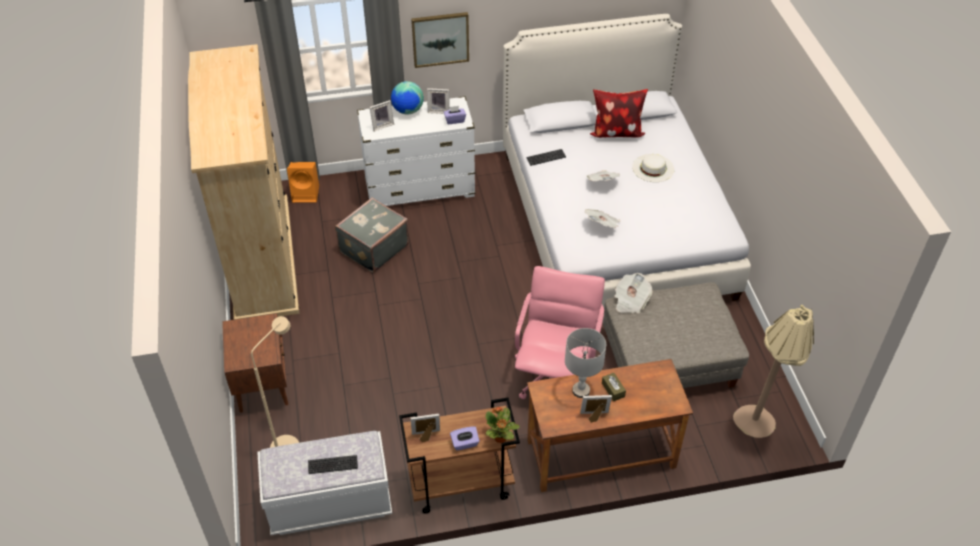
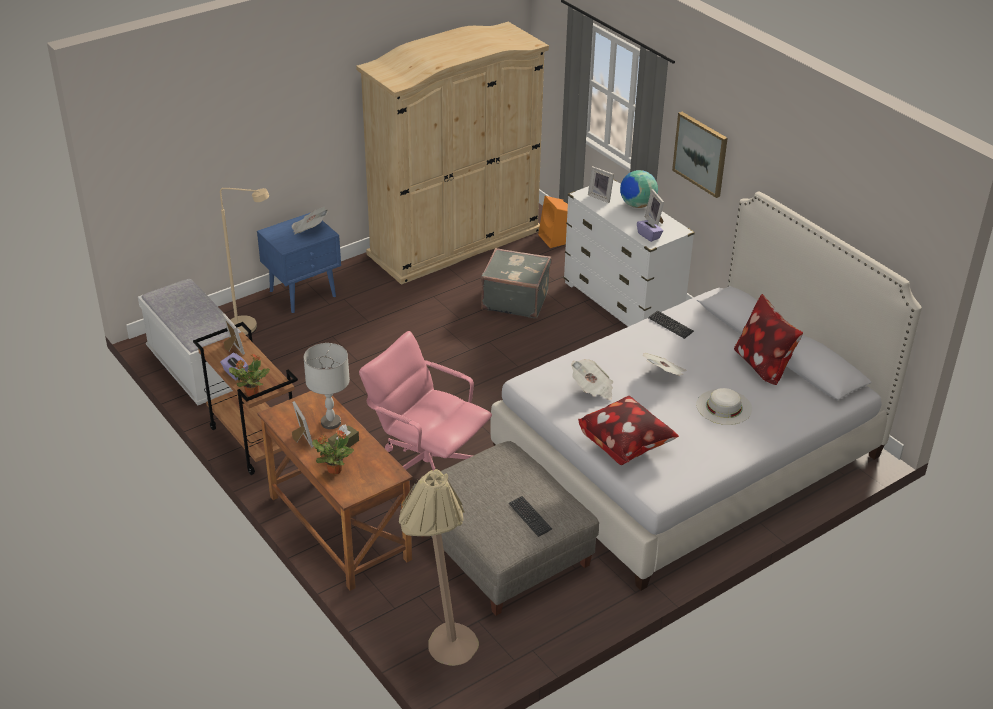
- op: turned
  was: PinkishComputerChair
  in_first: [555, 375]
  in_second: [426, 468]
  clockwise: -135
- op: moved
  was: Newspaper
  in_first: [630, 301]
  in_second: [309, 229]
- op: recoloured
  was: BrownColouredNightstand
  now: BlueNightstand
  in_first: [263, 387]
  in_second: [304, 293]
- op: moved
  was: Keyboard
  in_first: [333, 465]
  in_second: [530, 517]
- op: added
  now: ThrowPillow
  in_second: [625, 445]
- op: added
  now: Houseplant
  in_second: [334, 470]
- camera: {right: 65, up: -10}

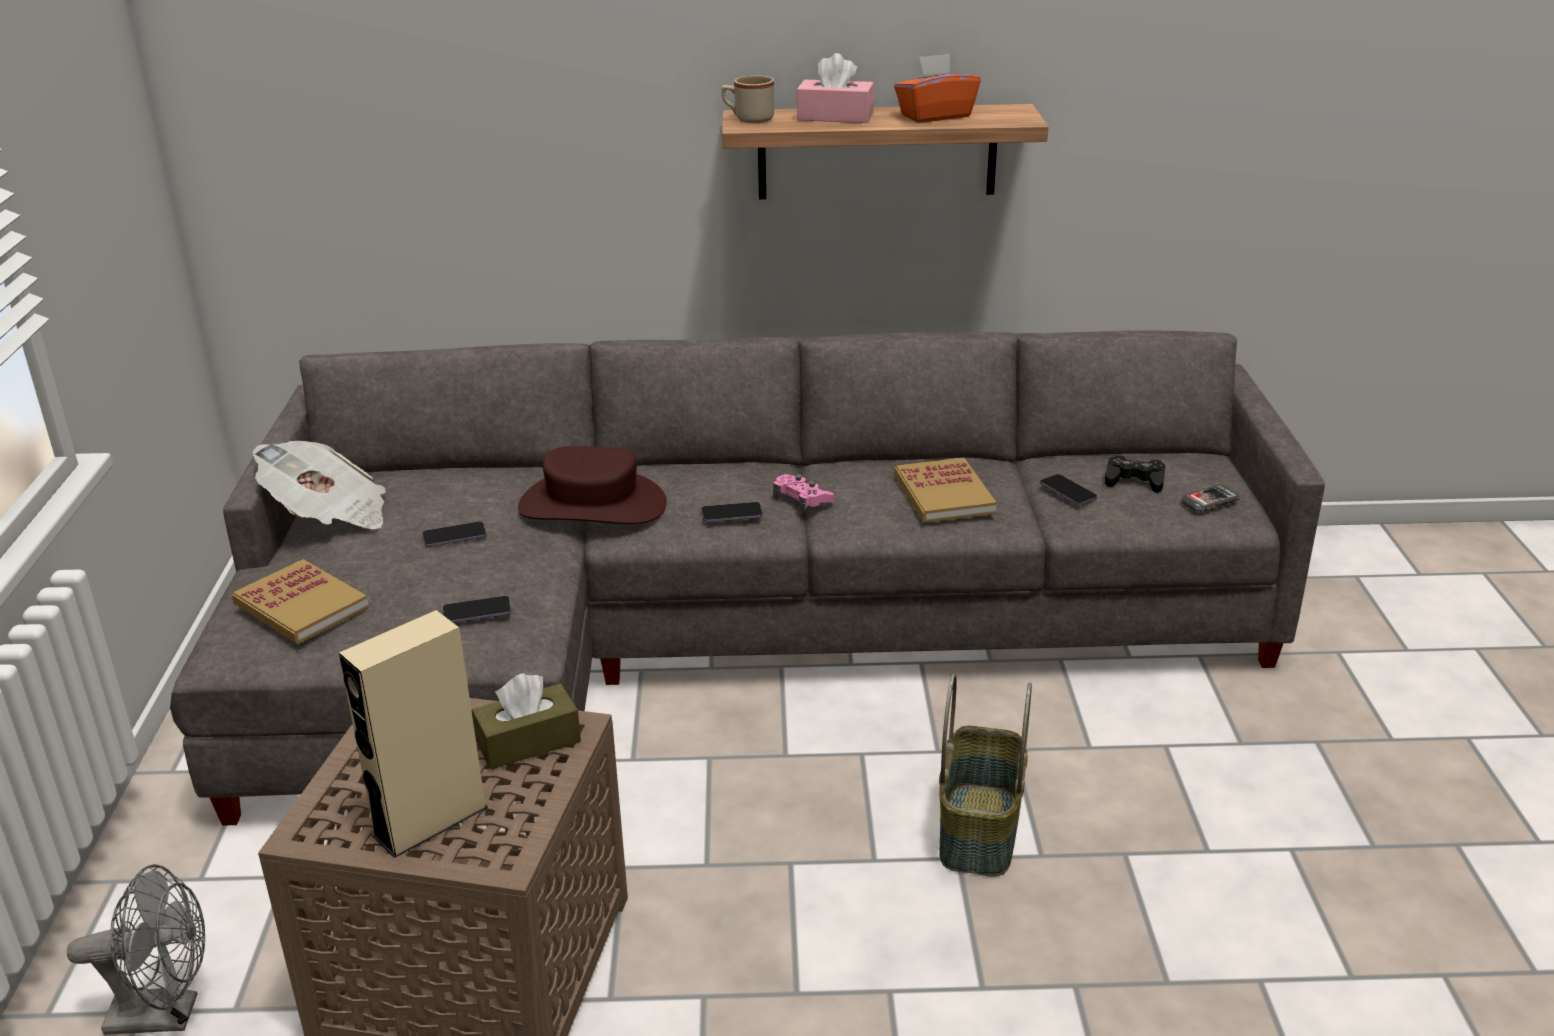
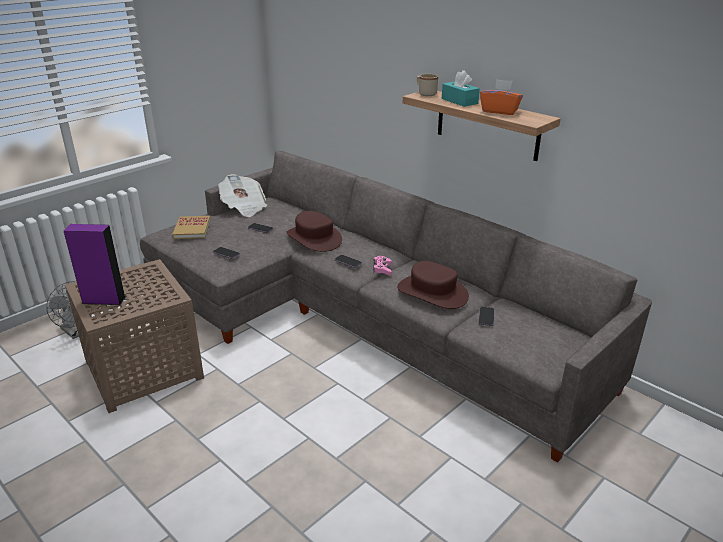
- op: recoloured
  was: PinkishBoxOfTissues
  now: BlueGreenBoxOfTissues
  in_first: [835, 116]
  in_second: [459, 101]
- op: removed
  was: BlackishGamepad
  in_first: [1134, 480]
- op: replaced
  was: Book
  now: BrownColouredClothingHat
  in_first: [943, 494]
  in_second: [432, 292]
- op: removed
  was: Telephone
  in_first: [1210, 500]
- op: recoloured
  was: SandColouredSpeaker
  now: PurpleColouredSpeaker
  in_first: [430, 821]
  in_second: [103, 300]
- op: removed
  was: BrownColouredBoxOfTissues
  in_first: [528, 742]
- op: removed
  was: HouseholdBasket
  in_first: [981, 831]
- camera: {right: 45, up: 0}

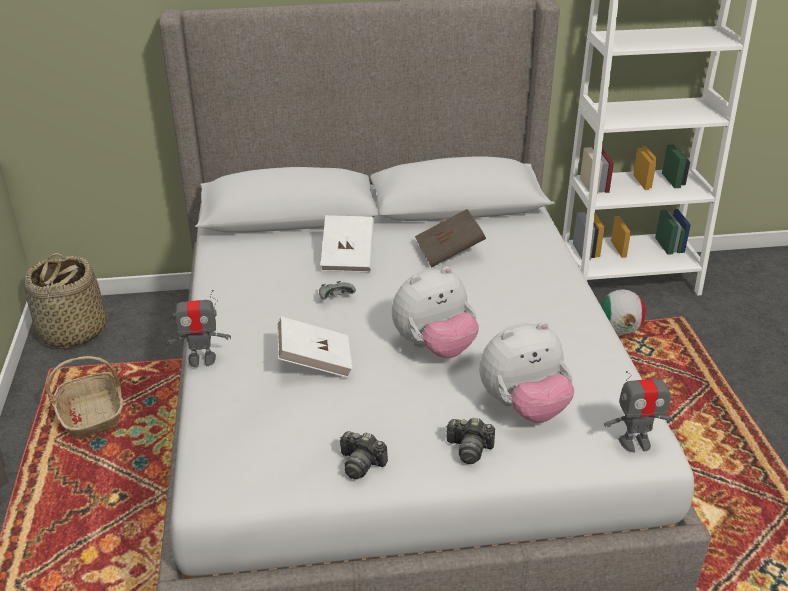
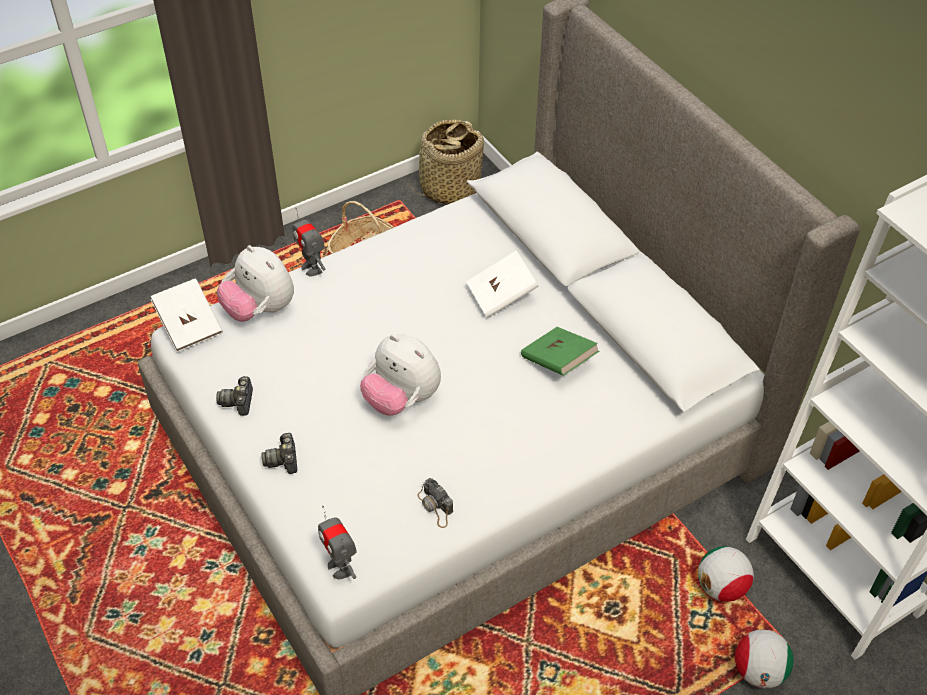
- op: recoloured
  was: BrownColouredBook
  now: GreenColouredBook
  in_first: [449, 252]
  in_second: [558, 362]
- op: removed
  was: GrayGamepad
  in_first: [336, 298]
- op: moved
  was: WhitishBook
  in_first: [315, 362]
  in_second: [189, 326]
- op: moved
  was: CuddlyToy
  in_first: [523, 407]
  in_second: [260, 309]
- op: added
  now: PhotoCamera
  in_second: [436, 507]
- op: added
  now: Football
  in_second: [758, 671]
- camera: {right: 65, up: 15}

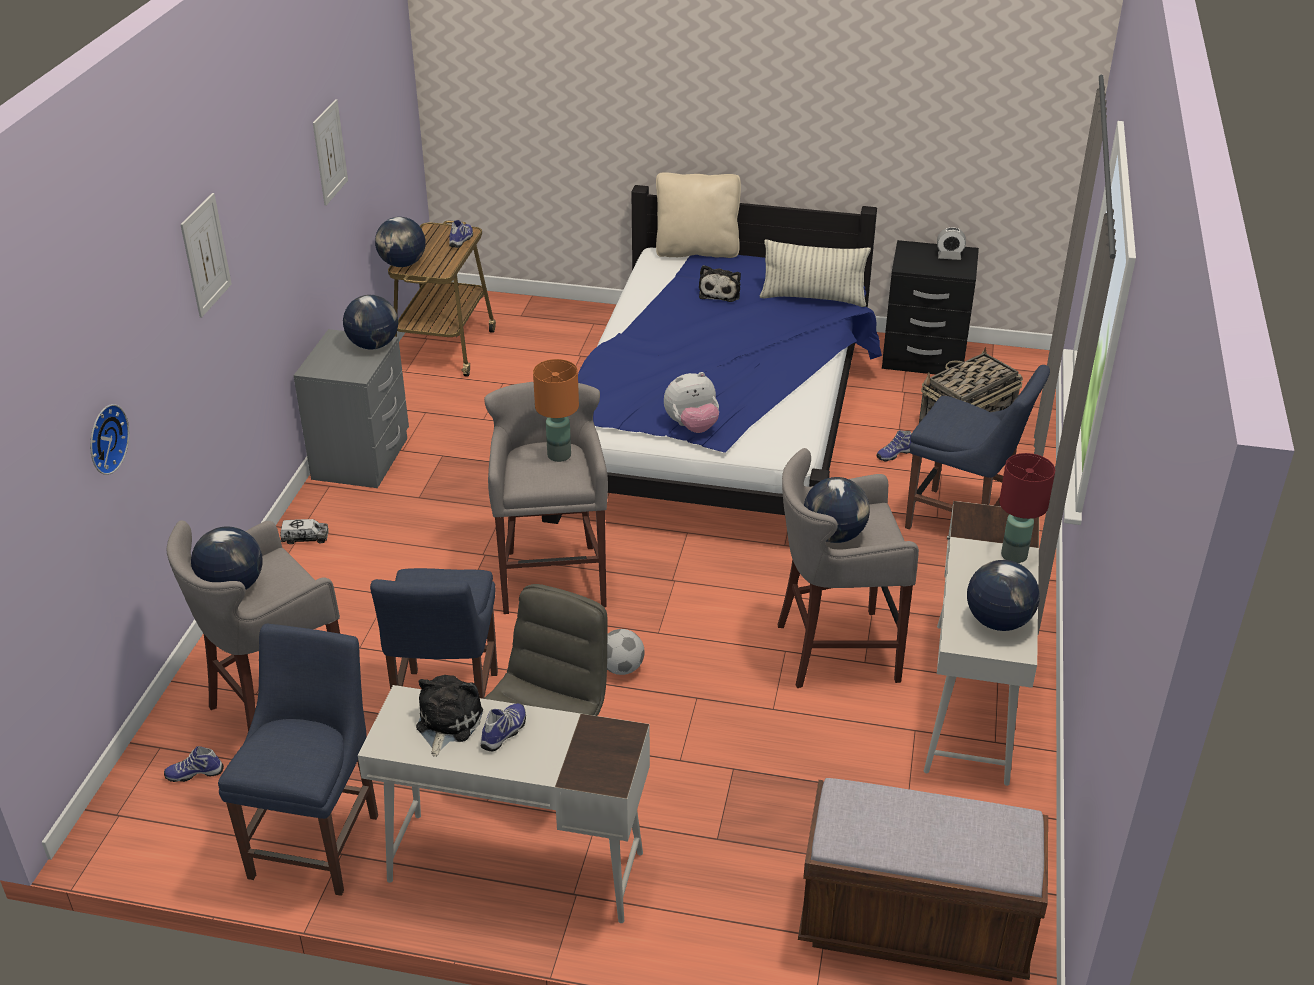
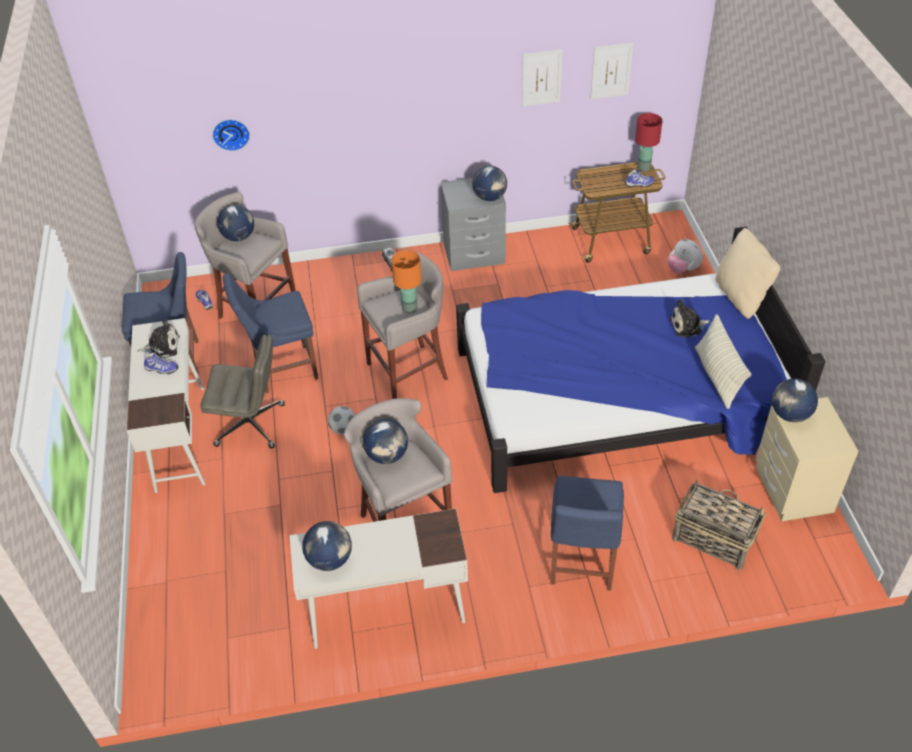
- op: moved
  was: WallPicture
  in_first: [205, 255]
  in_second: [611, 70]
- op: moved
  was: DeskGlobe
  in_first: [402, 264]
  in_second: [789, 414]
- op: removed
  was: BedsideClock
  in_first: [949, 256]
- op: recoloured
  was: BlackishNightstand
  now: SandColouredNightstand
  in_first: [923, 358]
  in_second: [792, 490]
- op: moved
  was: CuddlyToy
  in_first: [692, 426]
  in_second: [683, 269]
- op: removed
  was: LowShoe
  in_first: [894, 454]
- op: moved
  was: ReddishTableLamp
  in_first: [1013, 555]
  in_second: [644, 167]
- op: removed
  was: BrownColouredLongSeat
  in_first: [914, 925]
- camera: {right: 70, up: 10}

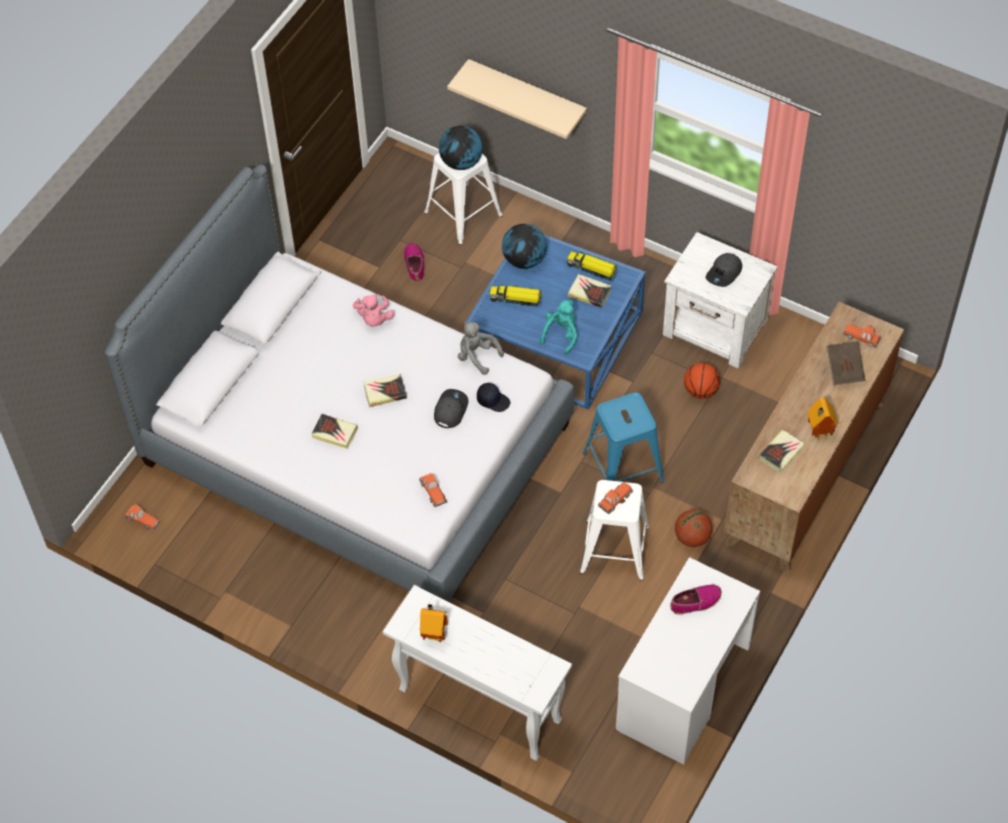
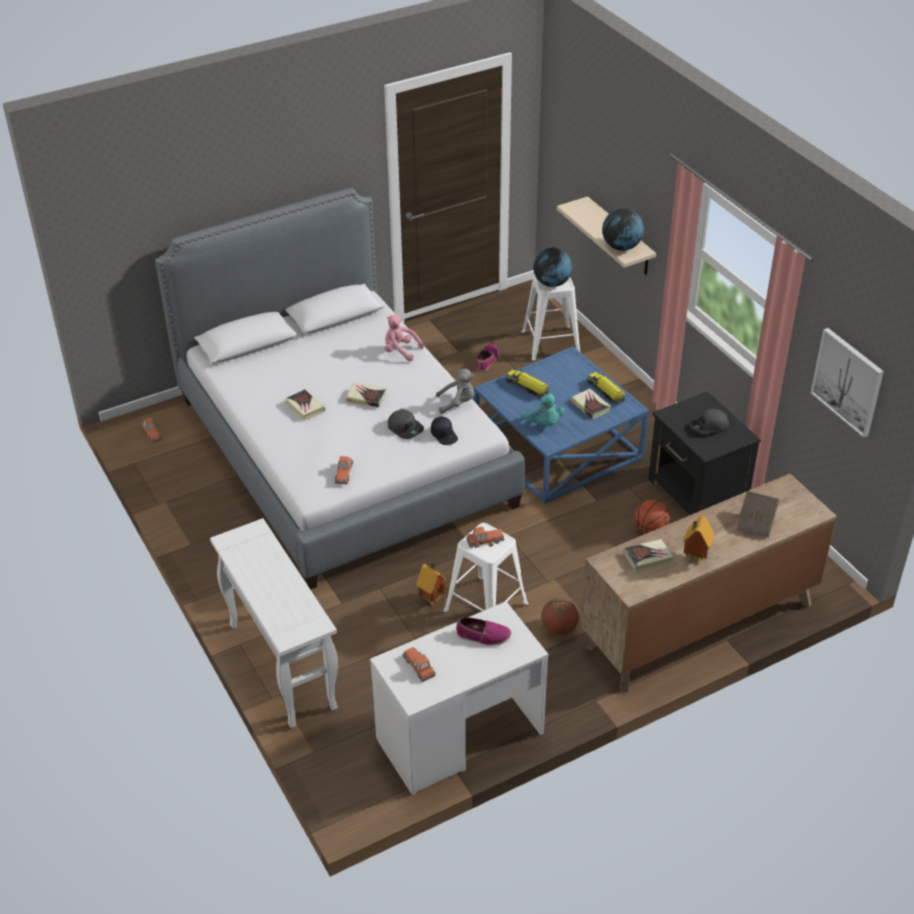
- op: moved
  was: DeskGlobe
  in_first: [524, 260]
  in_second: [621, 247]
- op: recoloured
  was: WhitishNightstand
  now: BlackishNightstand
  in_first: [715, 329]
  in_second: [697, 493]
- op: turned
  was: PinkishCuddlyToy
  in_first: [374, 318]
  in_second: [400, 351]
  clockwise: 90
- op: turned
  was: BlueGreenCuddlyToy
  in_first: [561, 335]
  in_second: [544, 423]
  clockwise: 90
- op: turned
  was: GrayCuddlyToy
  in_first: [477, 356]
  in_second: [457, 403]
  clockwise: 105
- op: moved
  was: ToyCar
  in_first: [862, 337]
  in_second: [419, 666]
- op: turned
  was: GrayBaseballCap
  in_first: [450, 410]
  in_second: [405, 428]
  clockwise: 90
- op: removed
  was: BlueStoolSeat
  in_first: [622, 467]
- op: moved
  was: ToyHouse
  in_first: [434, 634]
  in_second: [432, 599]
- op: added
  now: WallPicture
  in_second: [848, 381]
- camera: {right: 30, up: -15}

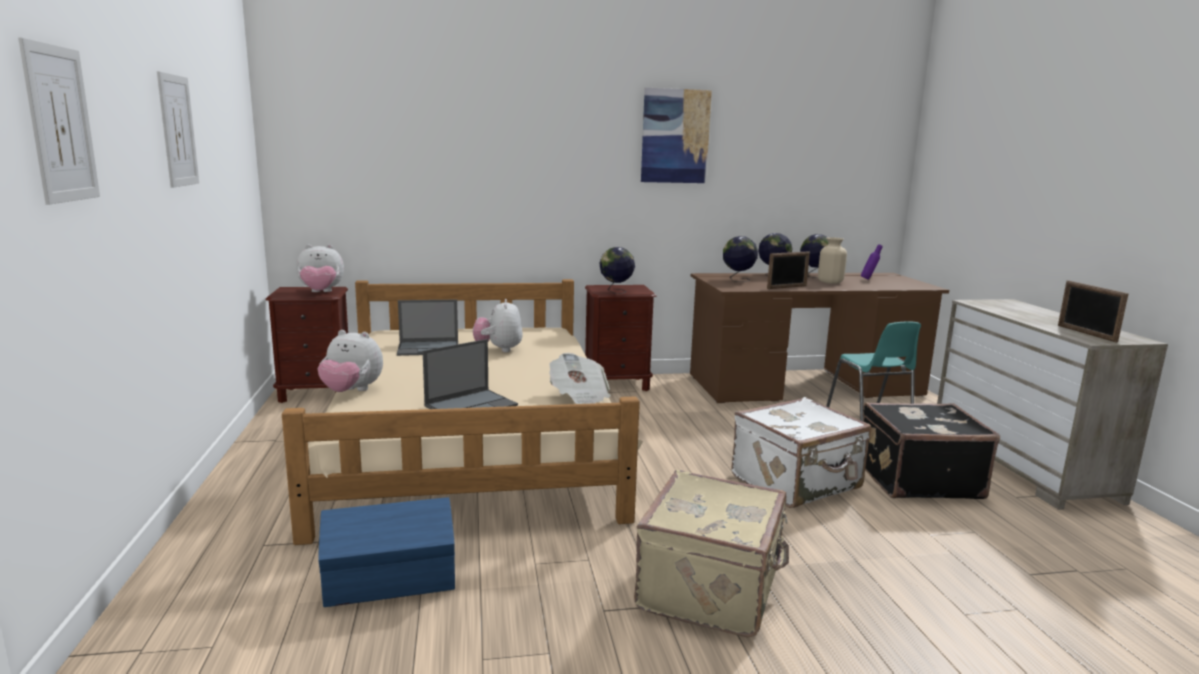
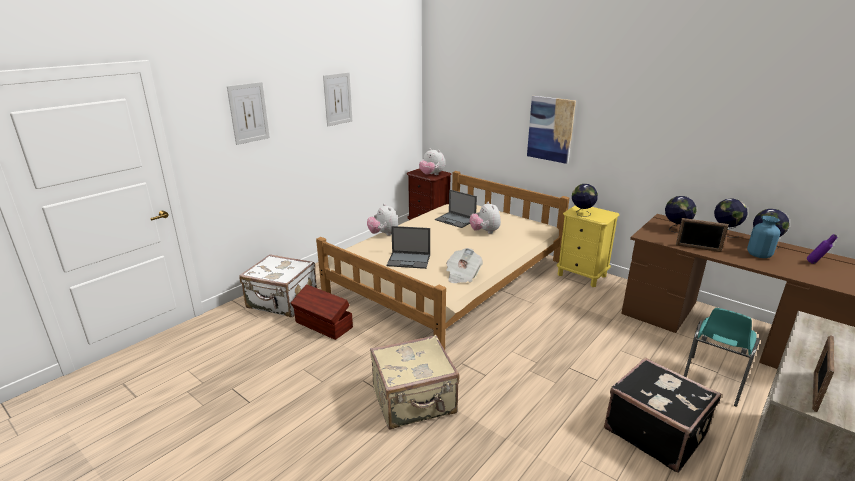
- op: moved
  was: WallPicture
  in_first: [675, 136]
  in_second: [550, 129]
- op: recoloured
  was: SandColouredFlowerVase
  now: BlueFlowerVase
  in_first: [830, 282]
  in_second: [759, 255]
- op: recoloured
  was: BrownColouredNightstand
  now: YellowNightstand
  in_first: [617, 384]
  in_second: [581, 275]
- op: turned
  was: CuddlyToy
  in_first: [498, 349]
  in_second: [485, 232]
  clockwise: -60
- op: moved
  was: WhitishTravelCase
  in_first: [797, 483]
  in_second: [282, 302]
- op: recoloured
  was: BlueStorageBin
  now: BrownColouredStorageBin
  in_first: [391, 583]
  in_second: [323, 325]
- camera: {right: 50, up: 10}

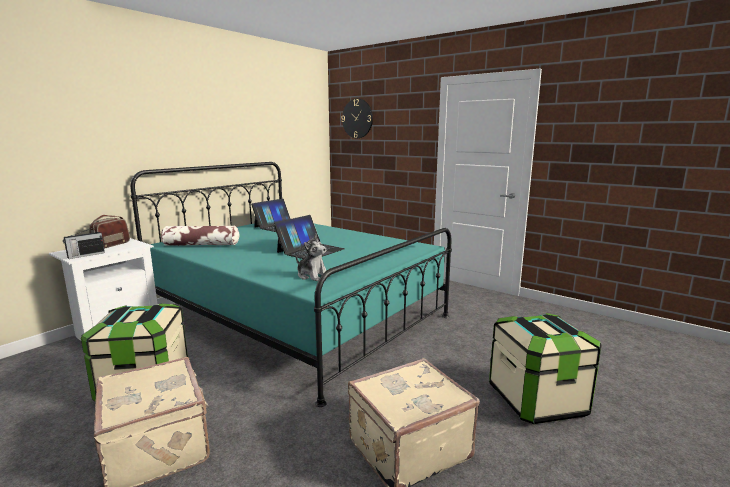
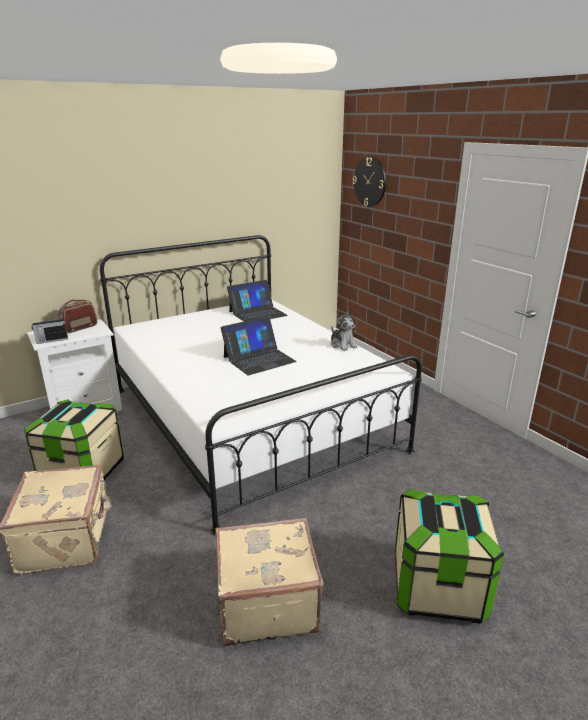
- op: recoloured
  was: BlueGreenBedroomBed
  now: WhitishBedroomBed
  in_first: [296, 315]
  in_second: [250, 418]
- op: removed
  was: ThrowPillow
  in_first: [201, 245]
- op: moved
  was: CuddlyToy
  in_first: [312, 276]
  in_second: [342, 345]
- camera: {right: 20, up: 10}

